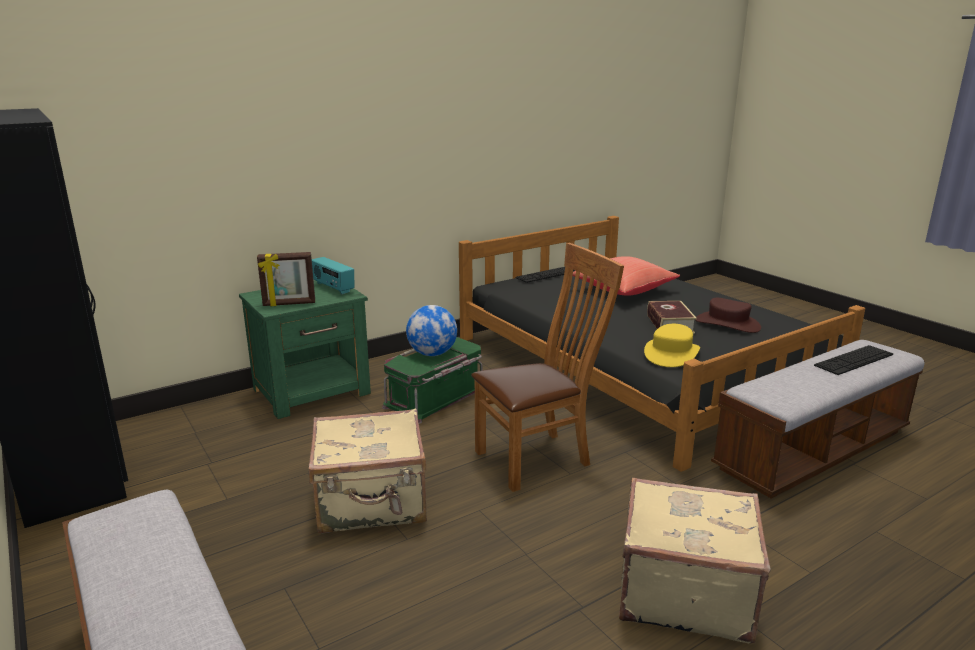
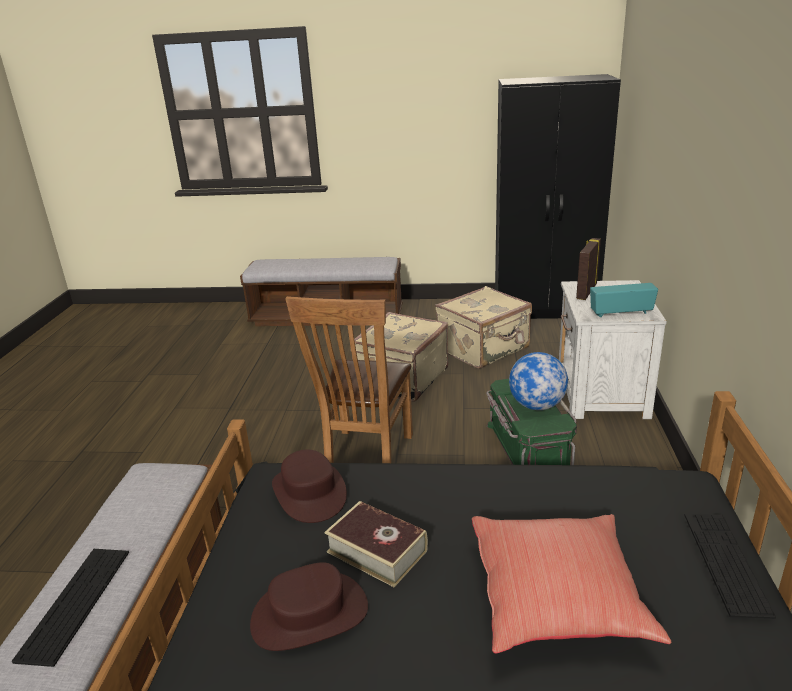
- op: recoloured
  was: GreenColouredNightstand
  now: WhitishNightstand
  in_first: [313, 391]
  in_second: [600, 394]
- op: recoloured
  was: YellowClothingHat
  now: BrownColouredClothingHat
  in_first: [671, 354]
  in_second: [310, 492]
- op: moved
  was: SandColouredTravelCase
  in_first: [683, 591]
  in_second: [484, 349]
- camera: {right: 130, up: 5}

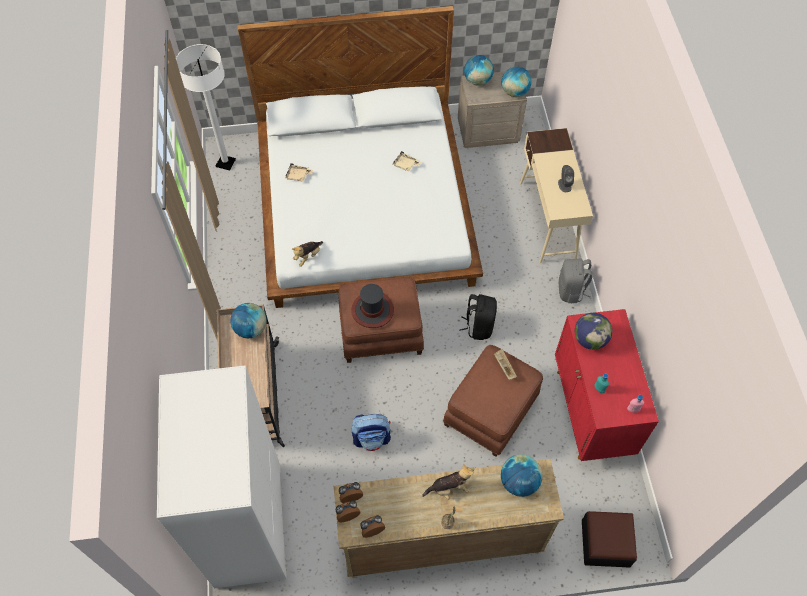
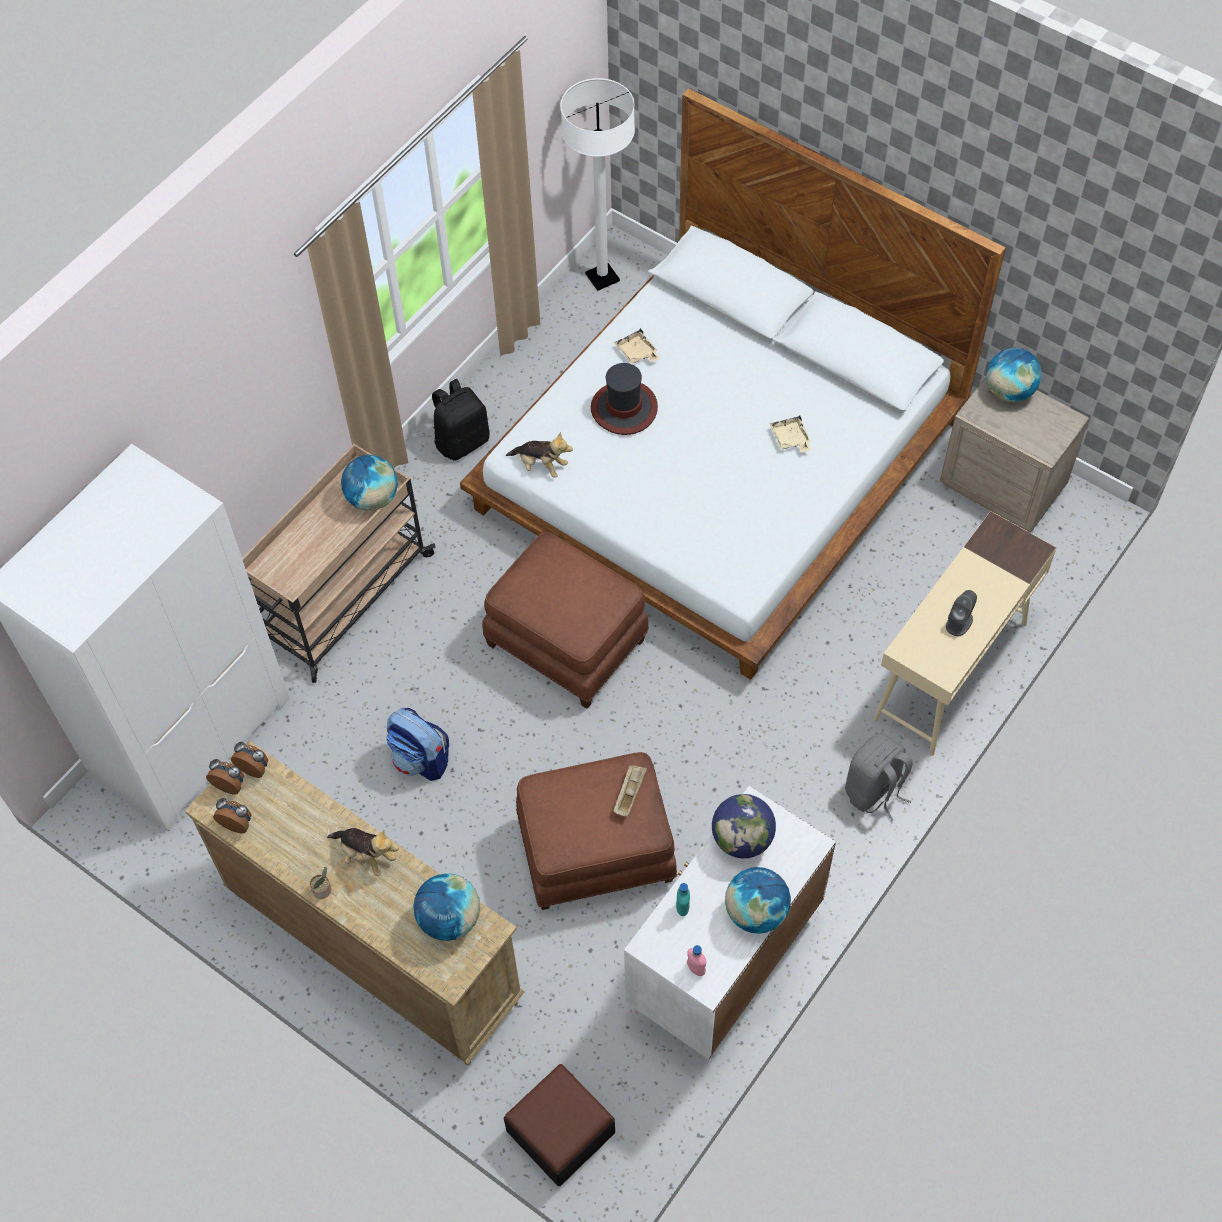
- op: moved
  was: DeskGlobe
  in_first: [514, 92]
  in_second: [756, 912]
- op: turned
  was: CuddlyToy
  in_first: [308, 256]
  in_second: [540, 465]
  clockwise: -150
- op: moved
  was: ClothingHat
  in_first: [372, 310]
  in_second: [624, 408]
- op: moved
  was: BlackishBackpack
  in_first: [479, 326]
  in_second: [462, 441]
- op: recoloured
  was: ReddishCupboard
  now: WhitishCupboard
  in_first: [591, 412]
  in_second: [723, 964]
- camera: {right: 45, up: 0}

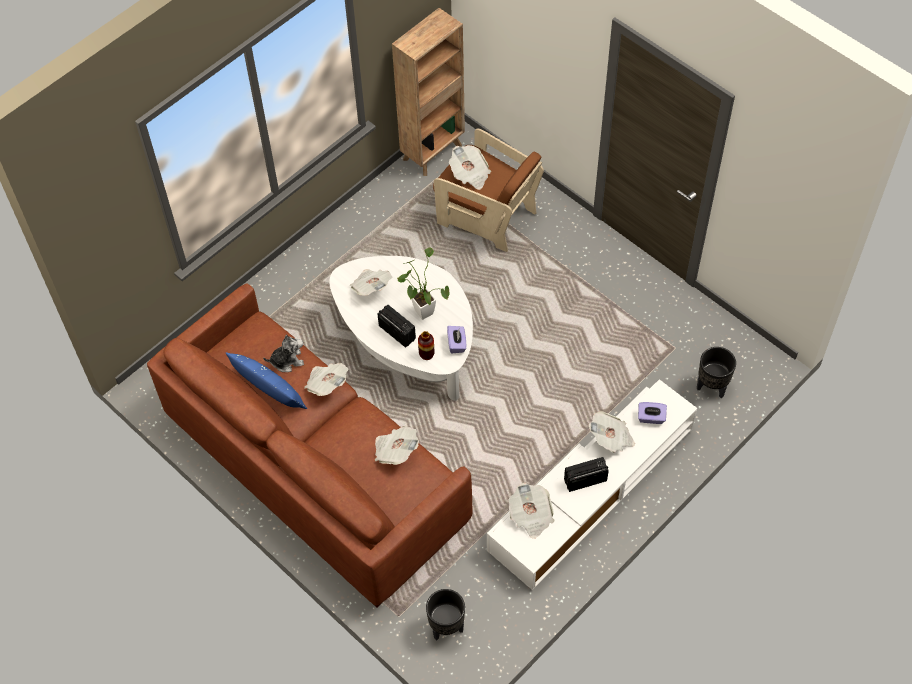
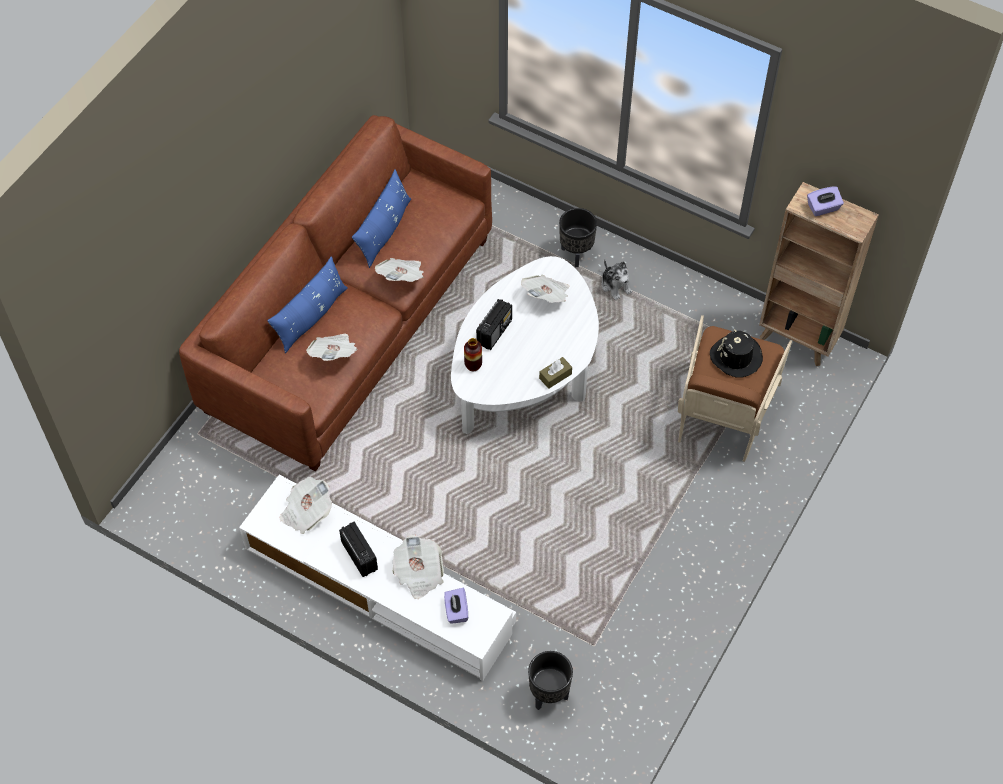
- op: replaced
  was: Newspaper
  now: BlackishClothingHat
  in_first: [470, 174]
  in_second: [736, 357]
- op: removed
  was: Houseplant
  in_first: [422, 309]
- op: moved
  was: PurpleColouredBoxOfTissues
  in_first: [457, 344]
  in_second: [823, 208]
- op: moved
  was: CuddlyToy
  in_first: [287, 361]
  in_second: [615, 285]
- op: moved
  was: BlackishPlantPot
  in_first: [447, 627]
  in_second: [576, 255]
- op: added
  now: BlueThrowPillow
  in_second: [311, 317]
- op: added
  now: BrownColouredBoxOfTissues
  in_second: [555, 376]
- camera: {right: 75, up: 0}

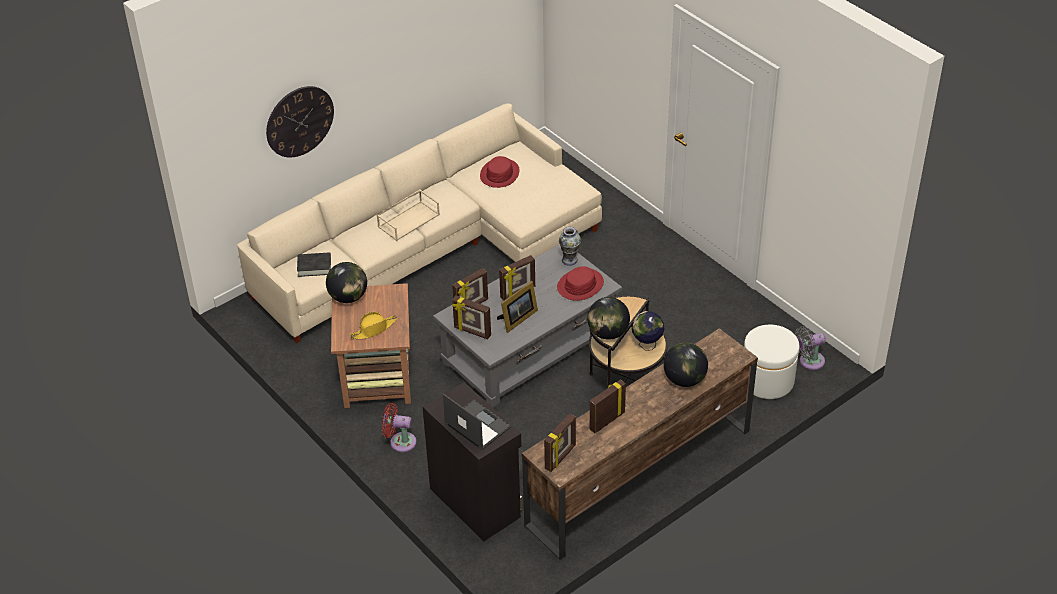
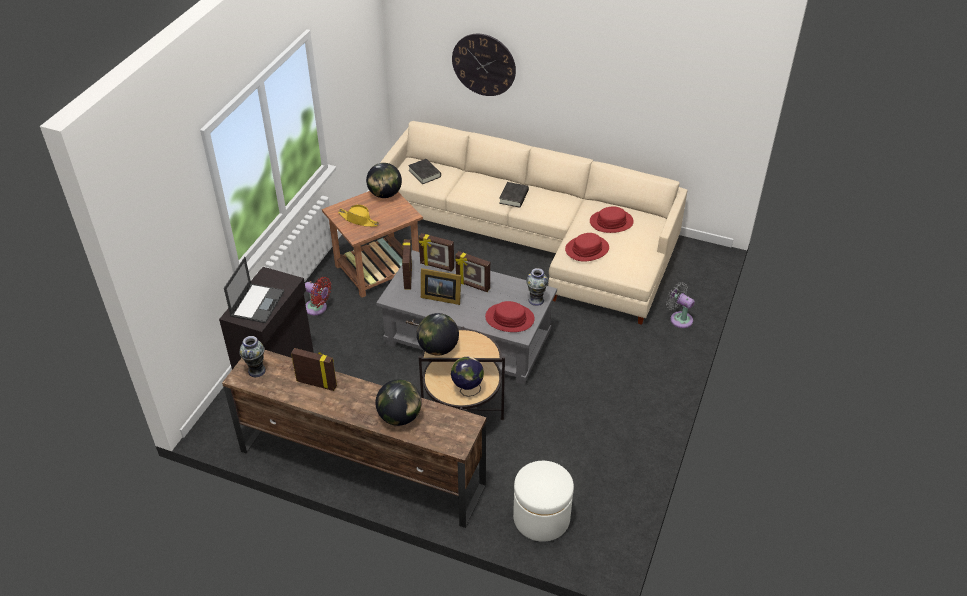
- op: replaced
  was: SandColouredTray
  now: BlackishBook
  in_first: [409, 220]
  in_second: [514, 197]
- op: moved
  was: GrayFan
  in_first: [809, 361]
  in_second: [679, 318]
- op: turned
  was: ReddishFan
  in_first: [400, 442]
  in_second: [317, 308]
  clockwise: 135
- op: replaced
  was: PictureFrame
  now: FlowerVase
  in_first: [560, 457]
  in_second: [257, 370]
- op: added
  now: ReddishClothingHat
  in_second: [587, 249]
- camera: {right: 60, up: 0}

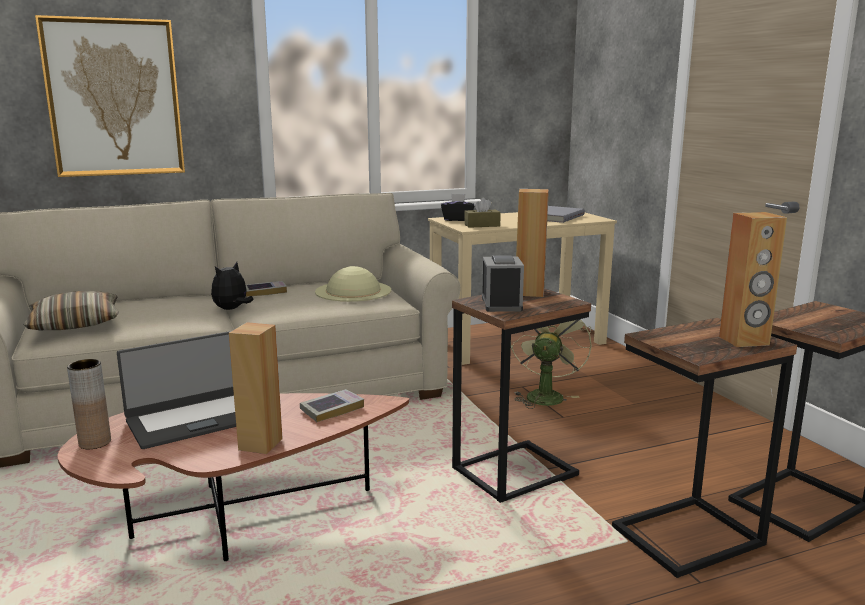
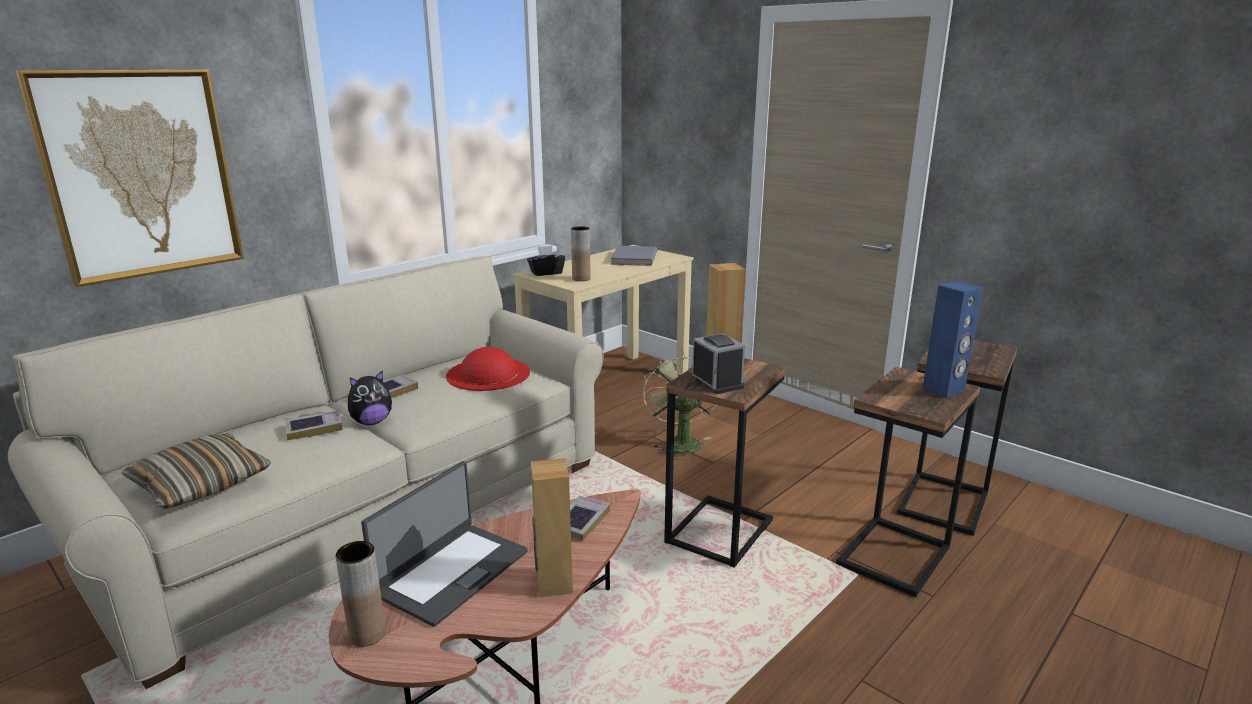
- op: replaced
  was: BrownColouredBoxOfTissues
  now: BrownColouredFlowerVase
  in_first: [482, 225]
  in_second: [581, 279]
- op: recoloured
  was: BrownColouredSpeaker
  now: BlueSpeaker
  in_first: [744, 341]
  in_second: [944, 390]
- op: turned
  was: CuddlyToy
  in_first: [232, 309]
  in_second: [371, 422]
  clockwise: -135
- op: recoloured
  was: SandColouredClothingHat
  now: ReddishClothingHat
  in_first: [353, 291]
  in_second: [488, 374]
- op: added
  now: Book
  in_second: [314, 429]
- camera: {right: -25, up: 5}

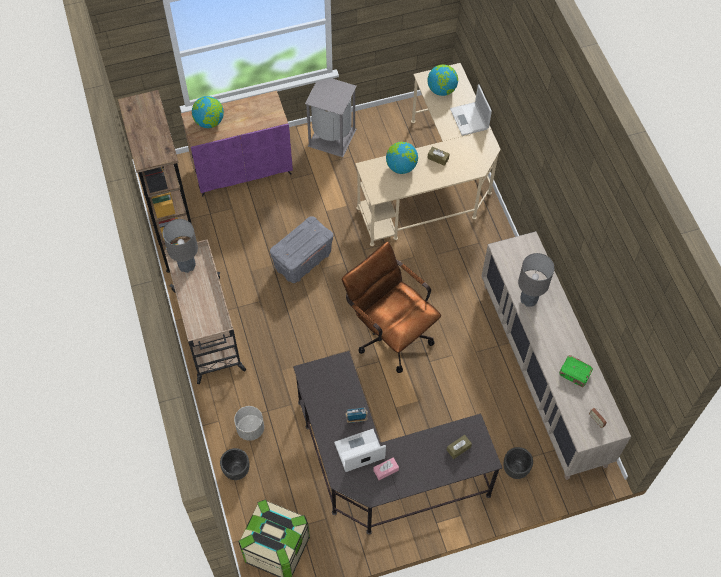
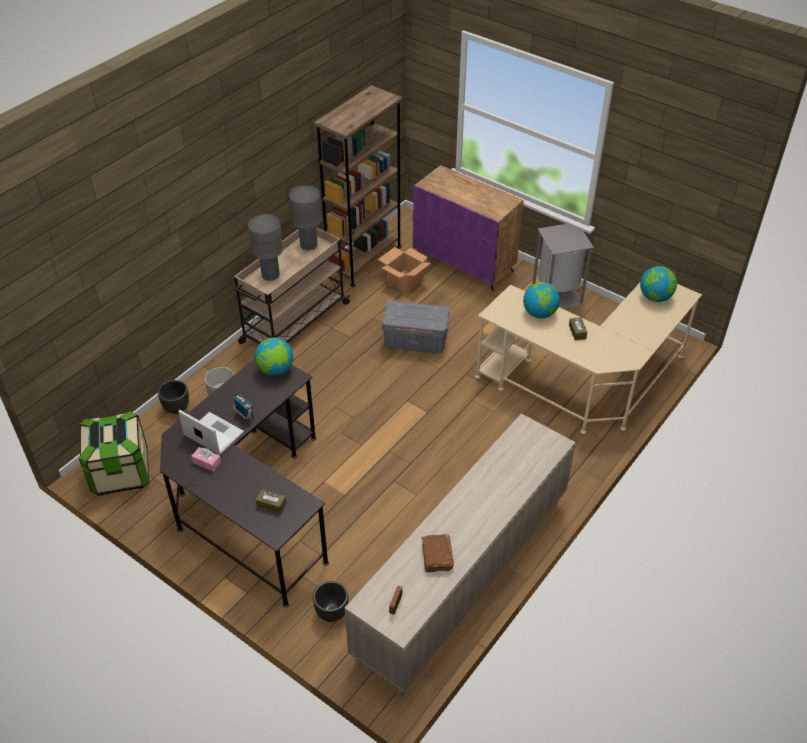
- op: removed
  was: Laptop
  in_first: [469, 119]
- op: moved
  was: DeskGlobe
  in_first: [209, 122]
  in_second: [275, 370]
- op: removed
  was: BrownColouredComputerChair
  in_first: [389, 332]
- op: moved
  was: GrayTableLamp
  in_first: [529, 299]
  in_second: [270, 275]
- op: recoloured
  was: GreenColouredBook
  now: BrownColouredBook
  in_first: [575, 374]
  in_second: [436, 558]
- op: added
  now: Carton
  in_second: [404, 281]
- camera: {right: 55, up: -15}

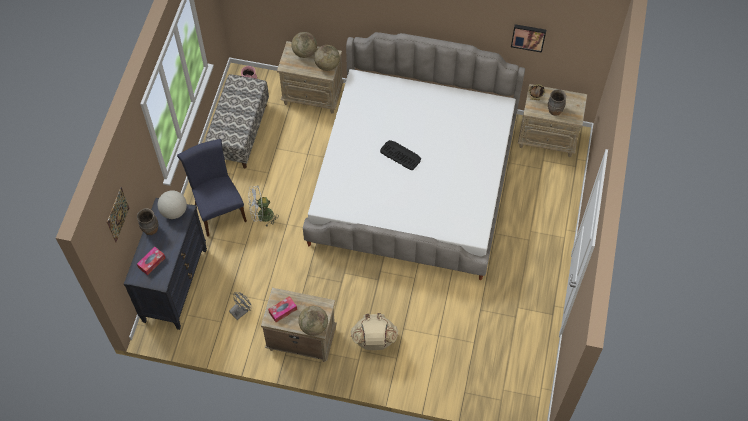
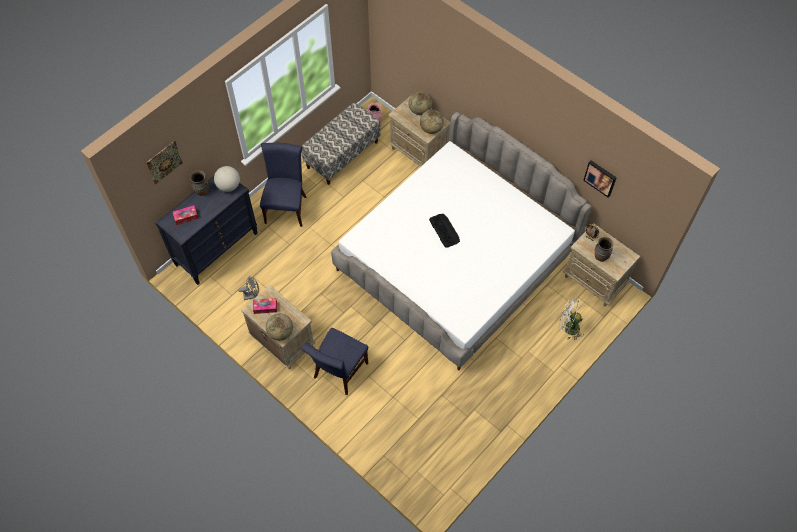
- op: moved
  was: WhitishFan
  in_first: [262, 216]
  in_second: [568, 328]
- op: replaced
  was: SandColouredBackpack
  now: BluePlainChair
  in_first: [374, 340]
  in_second: [338, 373]
- camera: {right: 30, up: 0}

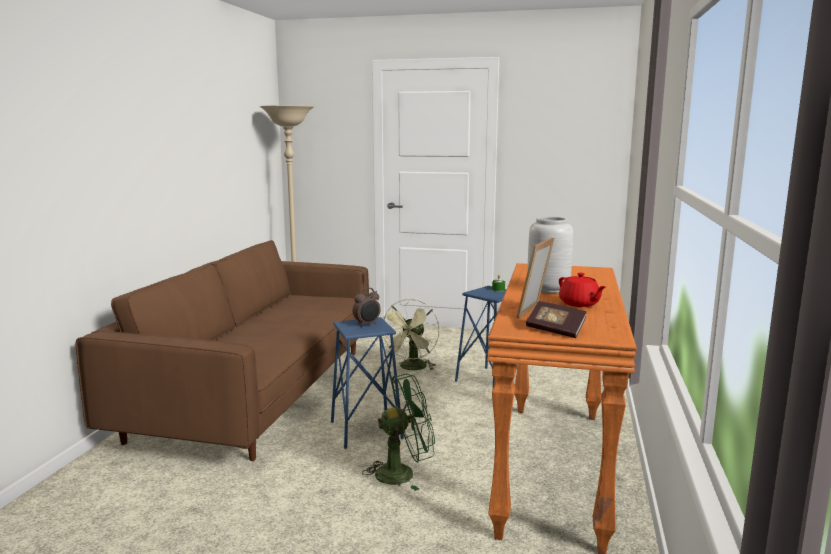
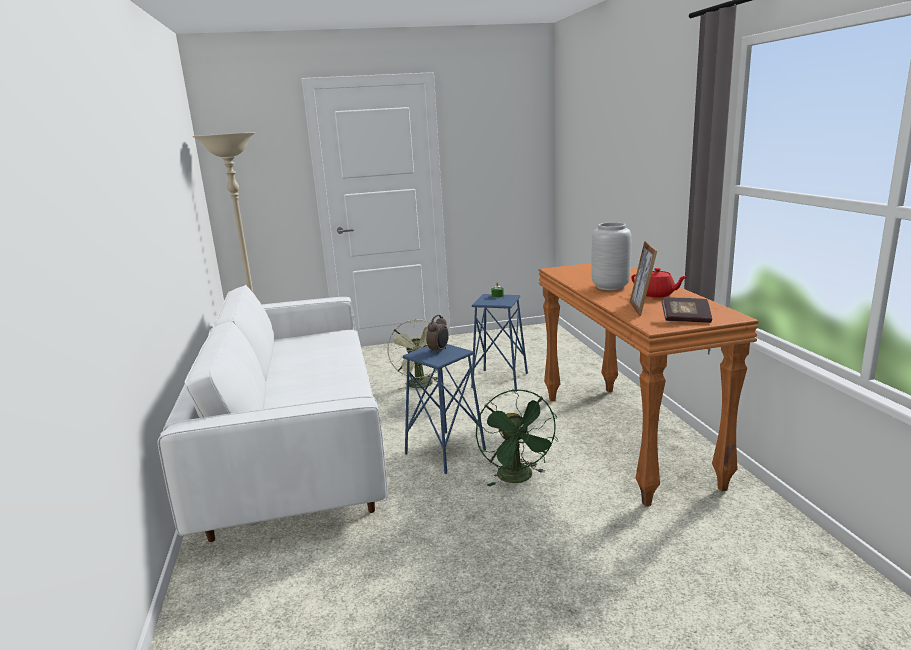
- op: recoloured
  was: BrownColouredCouch
  now: WhitishCouch
  in_first: [257, 391]
  in_second: [296, 446]
- op: turned
  was: GreenColouredFan
  in_first: [403, 473]
  in_second: [518, 478]
  clockwise: 120
- camera: {right: -25, up: 5}

